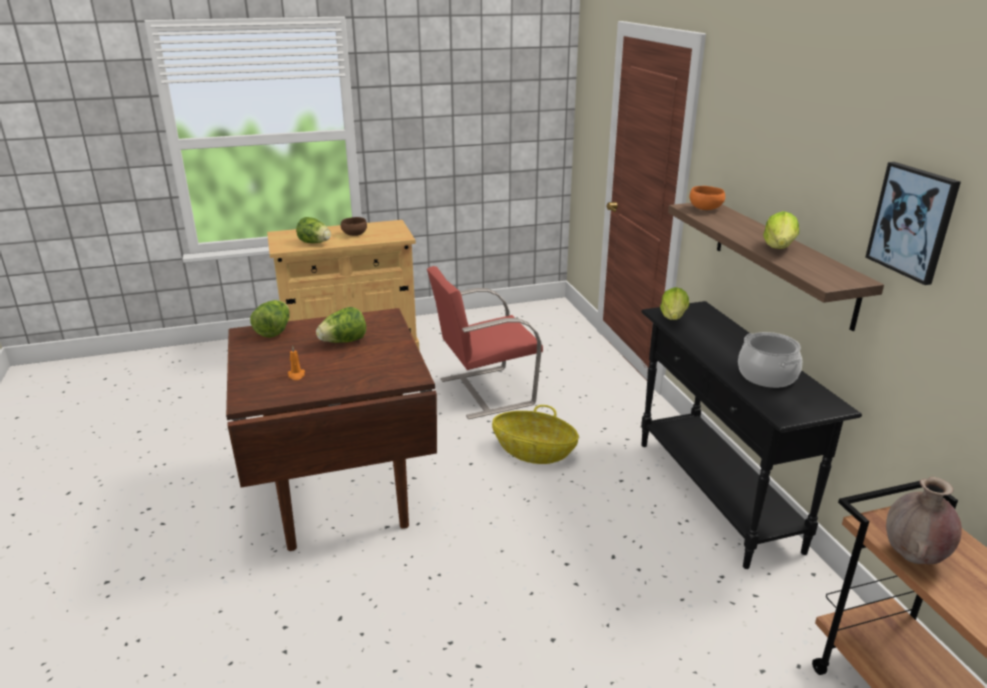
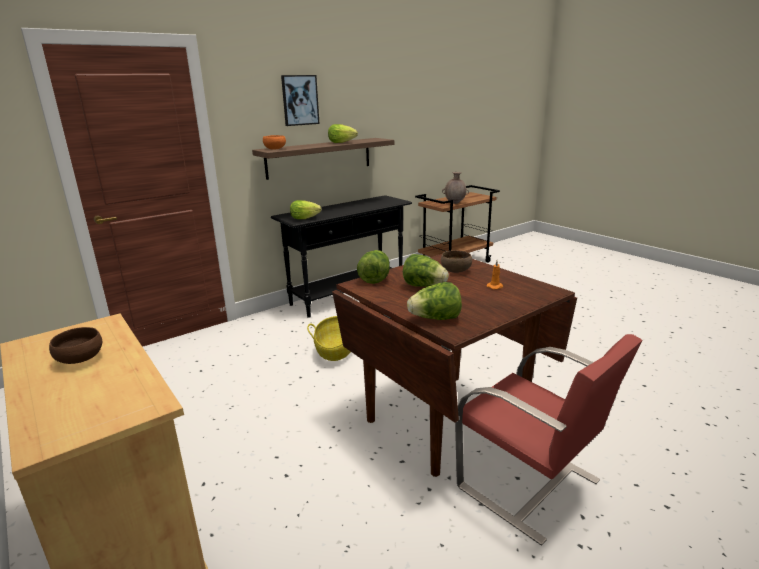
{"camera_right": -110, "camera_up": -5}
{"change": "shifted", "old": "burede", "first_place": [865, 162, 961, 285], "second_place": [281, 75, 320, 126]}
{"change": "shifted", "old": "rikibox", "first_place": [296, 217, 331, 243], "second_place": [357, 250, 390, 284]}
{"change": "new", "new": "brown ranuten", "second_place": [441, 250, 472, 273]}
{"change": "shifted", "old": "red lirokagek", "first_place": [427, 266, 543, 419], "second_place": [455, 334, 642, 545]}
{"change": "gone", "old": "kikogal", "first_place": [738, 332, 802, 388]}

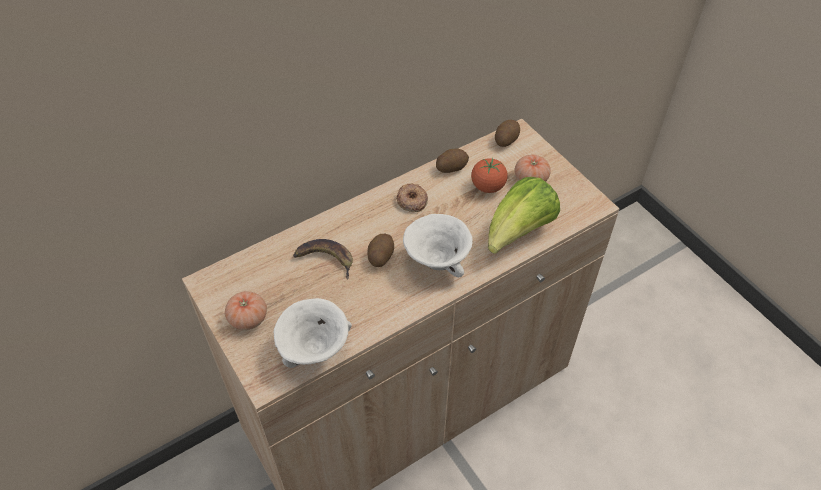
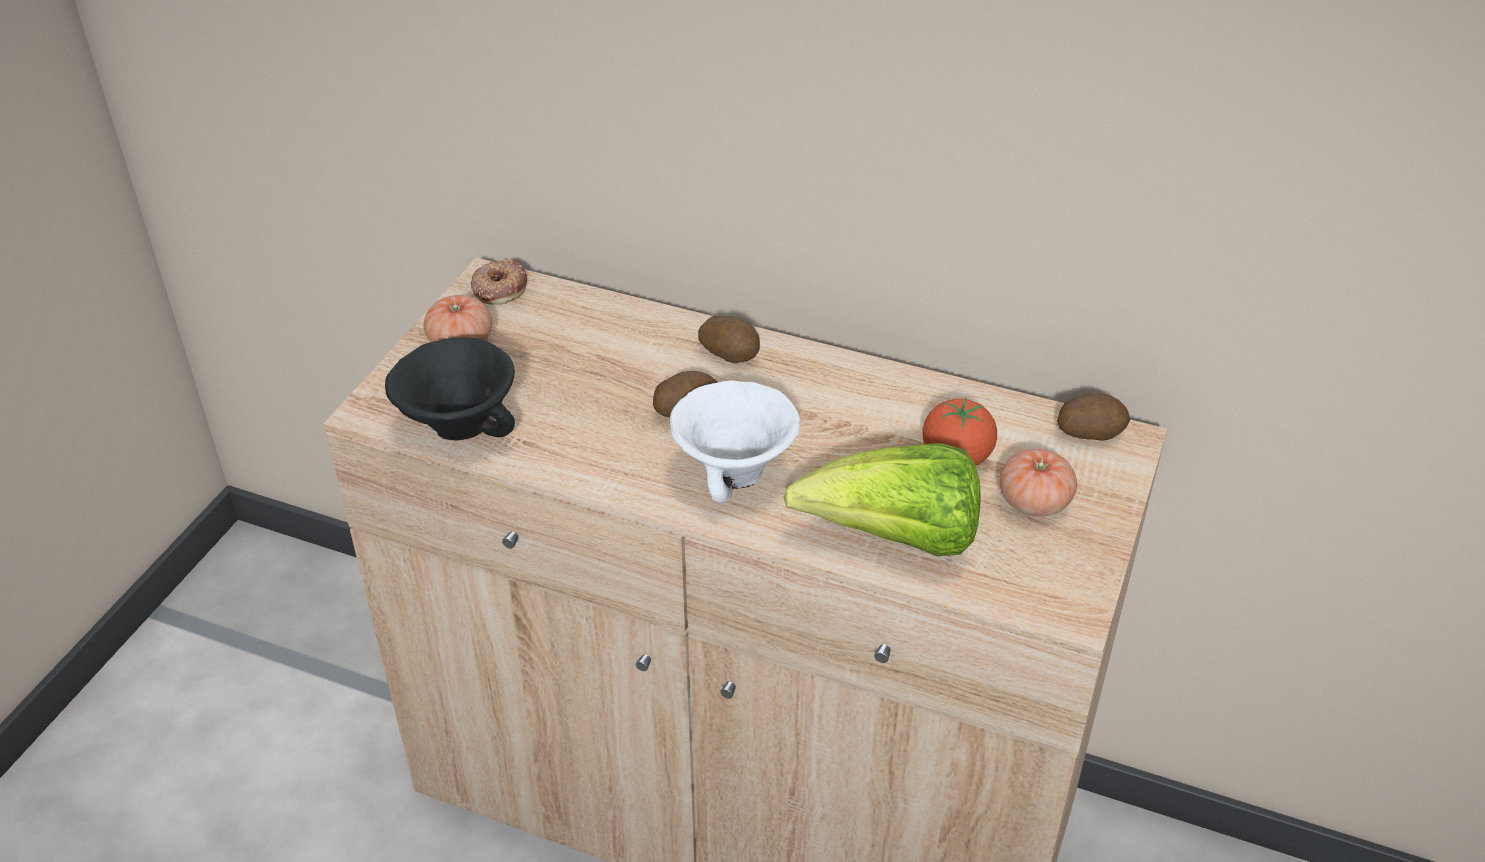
{"camera_right": 55, "camera_up": -10}
{"change": "repainted", "old": "white ranuten", "new": "black ranuten", "first_place": [273, 298, 352, 368], "second_place": [385, 337, 515, 440]}
{"change": "shifted", "old": "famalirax", "first_place": [396, 183, 428, 212], "second_place": [471, 260, 527, 305]}
{"change": "shifted", "old": "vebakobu", "first_place": [436, 148, 469, 173], "second_place": [698, 316, 760, 363]}
{"change": "gone", "old": "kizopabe", "first_place": [293, 239, 353, 279]}

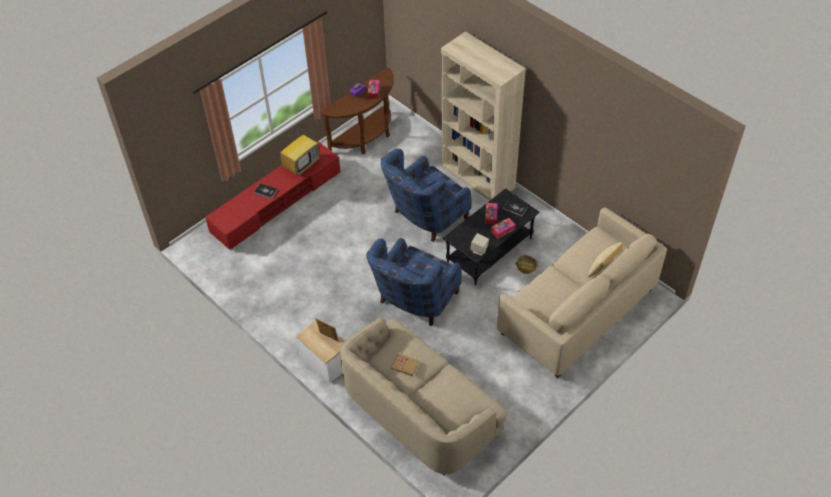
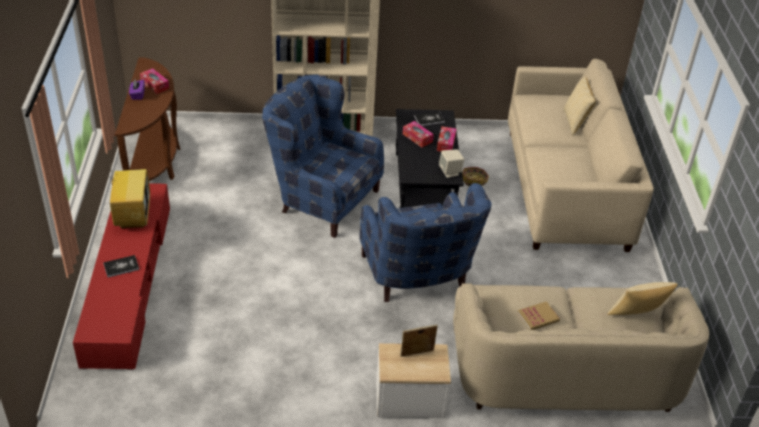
{"camera_right": -50, "camera_up": -10}
{"change": "rotated", "old": "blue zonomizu", "first_place": [381, 148, 472, 242], "second_place": [262, 74, 384, 238], "degrees": 120}
{"change": "new", "new": "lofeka", "second_place": [607, 282, 678, 315]}

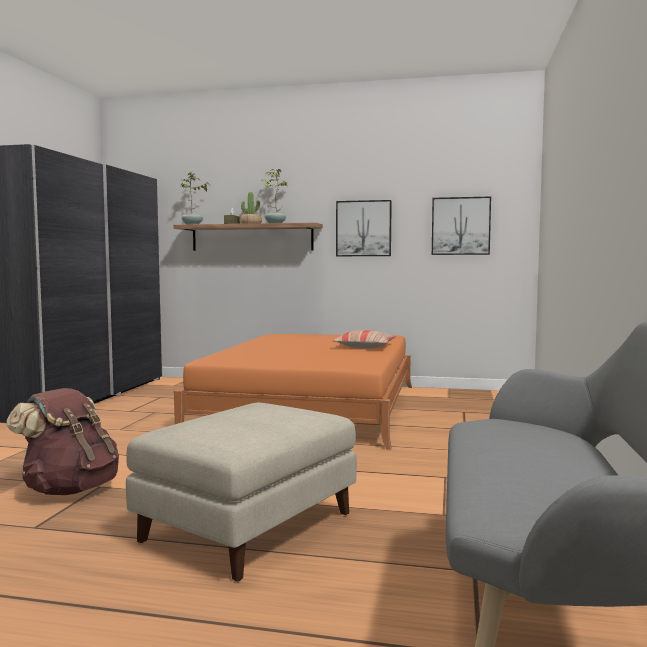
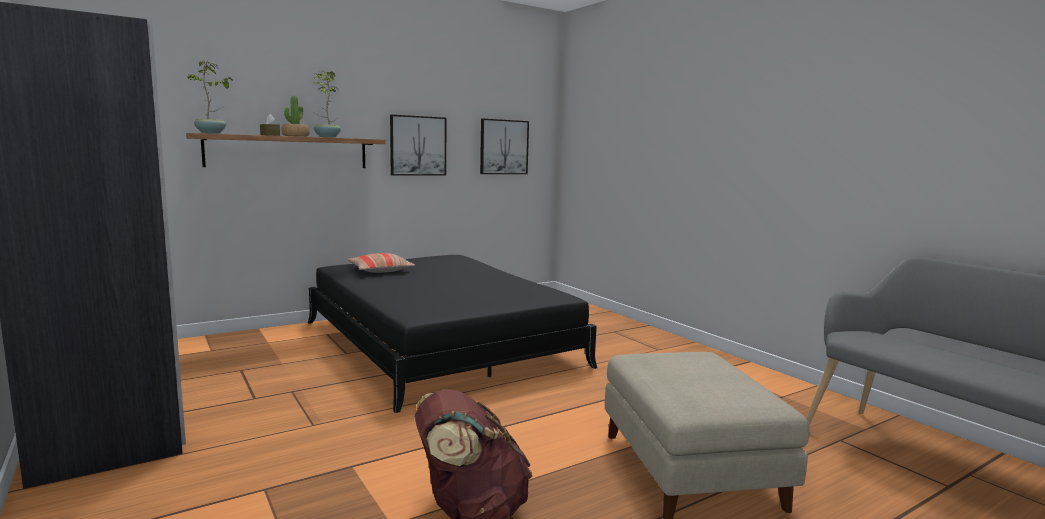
{"camera_right": -45, "camera_up": 5}
{"change": "repainted", "old": "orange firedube", "new": "black firedube", "first_place": [174, 334, 412, 450], "second_place": [308, 255, 598, 413]}
{"change": "shifted", "old": "lofeka", "first_place": [332, 330, 396, 348], "second_place": [347, 253, 415, 273]}

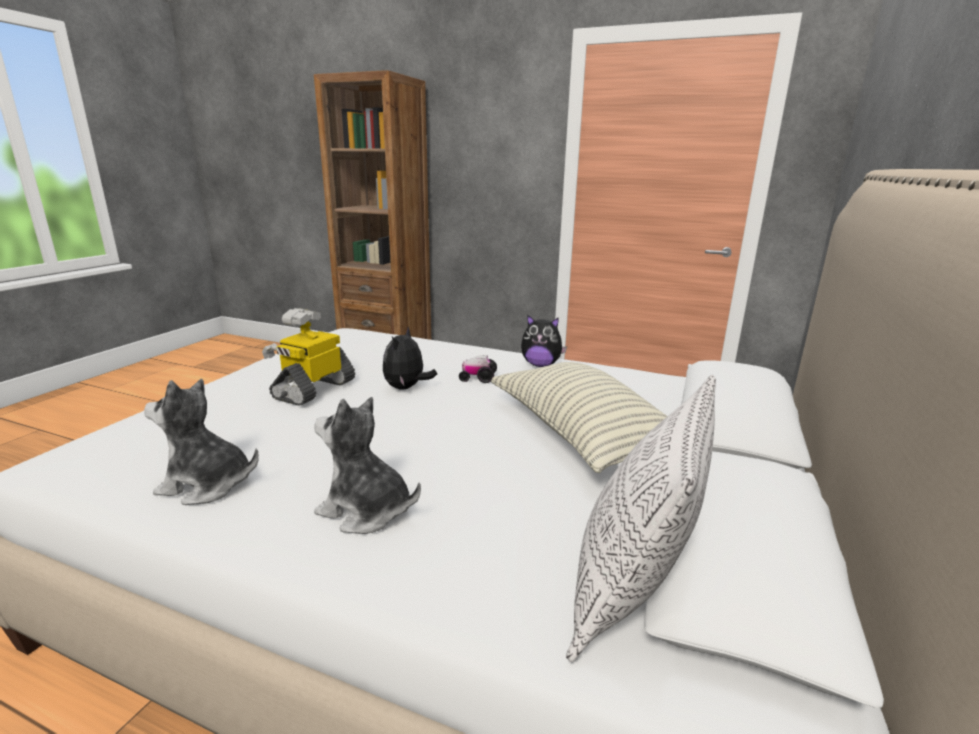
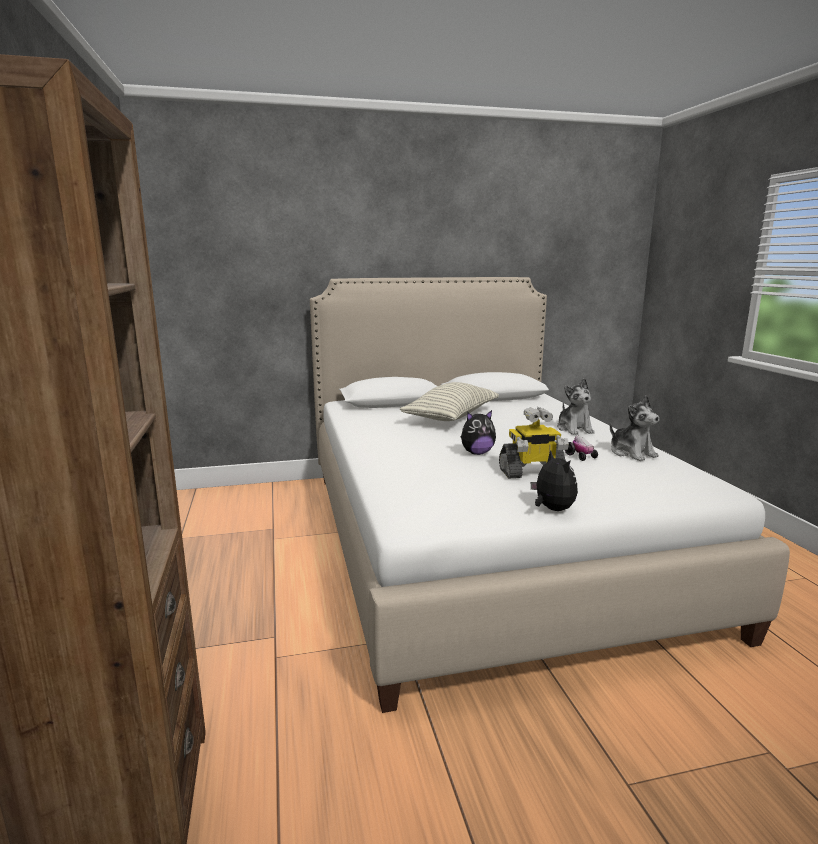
{"camera_right": -125, "camera_up": -5}
{"change": "shifted", "old": "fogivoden", "first_place": [521, 315, 567, 367], "second_place": [531, 450, 578, 511]}
{"change": "shifted", "old": "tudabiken", "first_place": [459, 355, 497, 383], "second_place": [565, 435, 598, 461]}
{"change": "gone", "old": "lofeka", "first_place": [566, 375, 716, 662]}

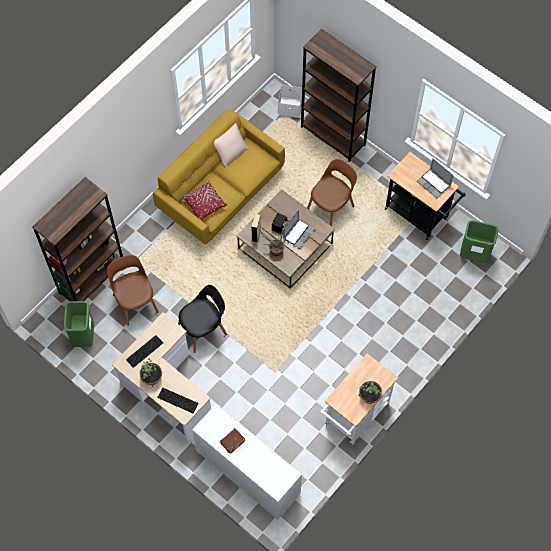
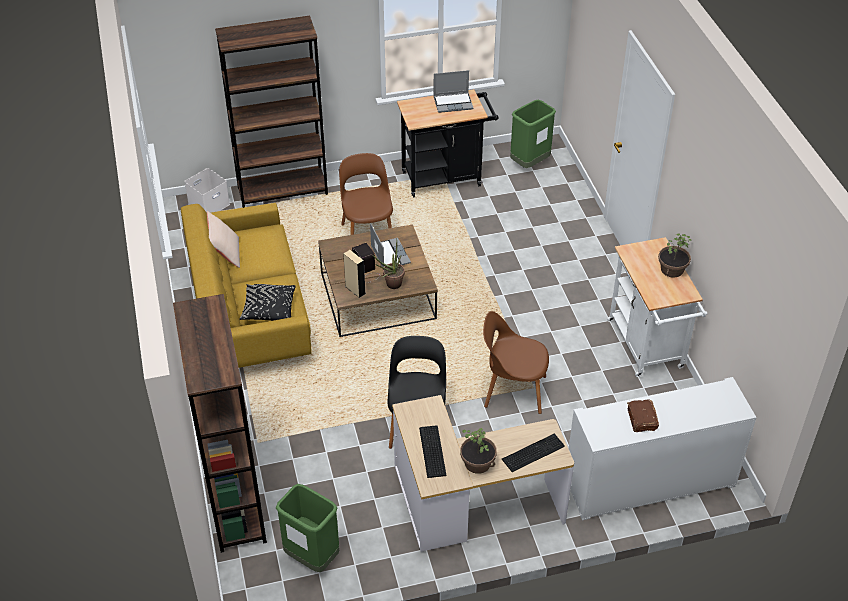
{"camera_right": -55, "camera_up": -20}
{"change": "repainted", "old": "red lofeka", "new": "black lofeka", "first_place": [181, 181, 227, 220], "second_place": [239, 284, 295, 321]}
{"change": "shifted", "old": "brown lirokagek", "first_place": [107, 255, 159, 326], "second_place": [483, 311, 549, 414]}

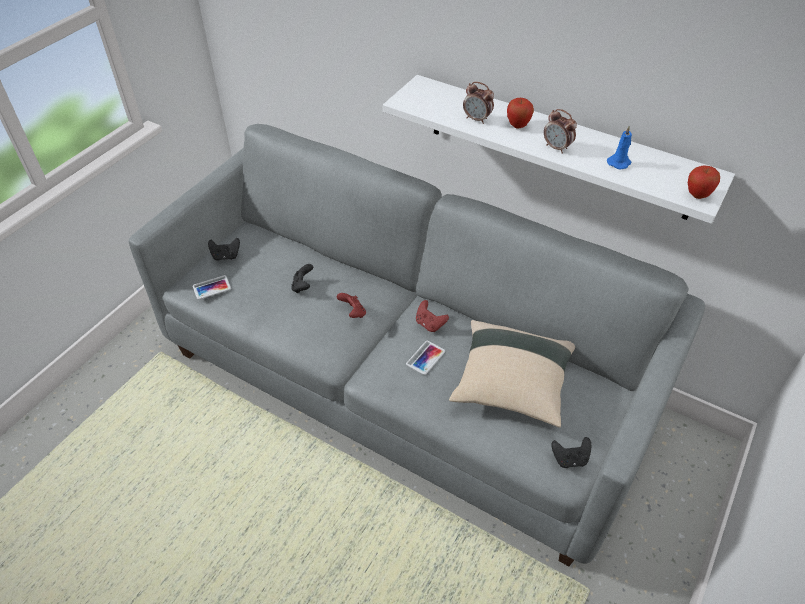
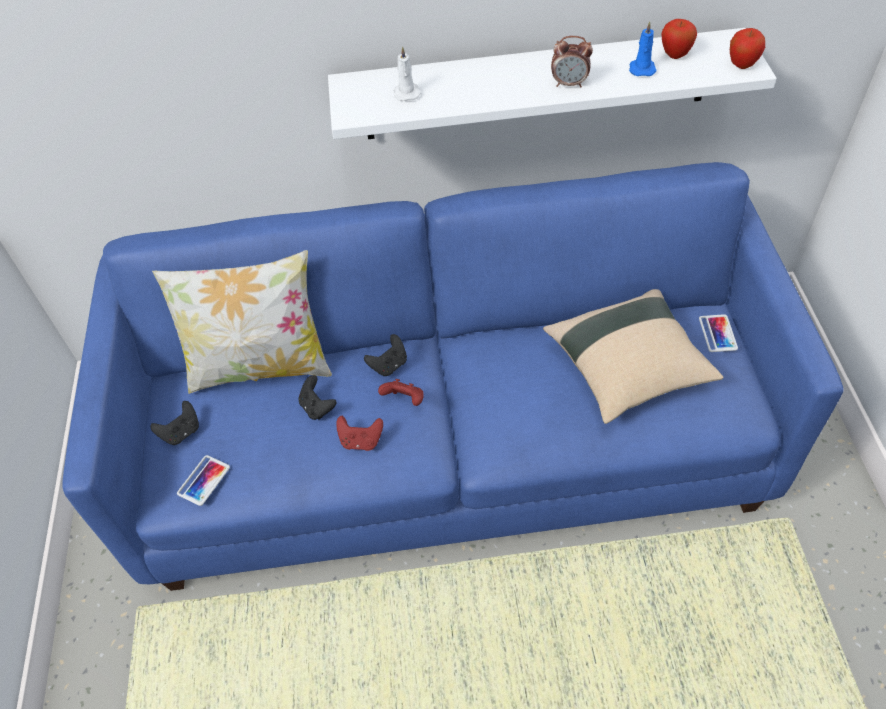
{"camera_right": -35, "camera_up": 5}
{"change": "repainted", "old": "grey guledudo", "new": "blue guledudo", "first_place": [129, 124, 705, 566], "second_place": [62, 162, 844, 591]}
{"change": "new", "new": "lofeka", "second_place": [152, 250, 332, 394]}
{"change": "shifted", "old": "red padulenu", "first_place": [416, 300, 449, 332], "second_place": [336, 416, 383, 451]}
{"change": "shifted", "old": "black padulenu", "first_place": [551, 437, 591, 468], "second_place": [364, 334, 407, 376]}
{"change": "new", "new": "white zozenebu", "second_place": [394, 46, 421, 101]}
{"change": "shifted", "old": "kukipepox", "first_place": [507, 98, 534, 129], "second_place": [661, 19, 697, 59]}
{"change": "shifted", "old": "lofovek", "first_place": [406, 341, 445, 375], "second_place": [699, 314, 738, 352]}
{"change": "gone", "old": "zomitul", "first_place": [463, 82, 494, 124]}

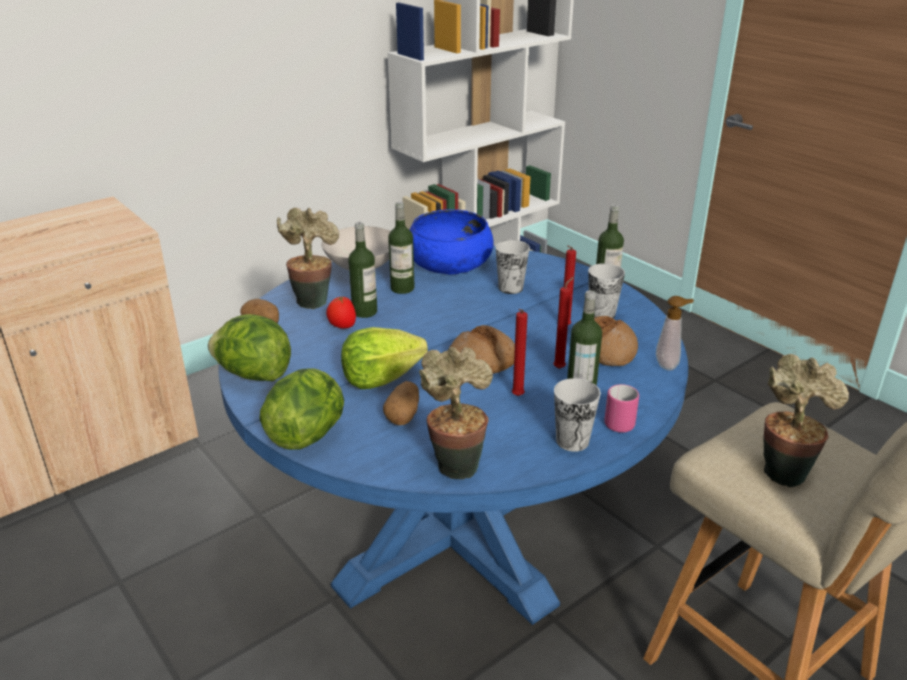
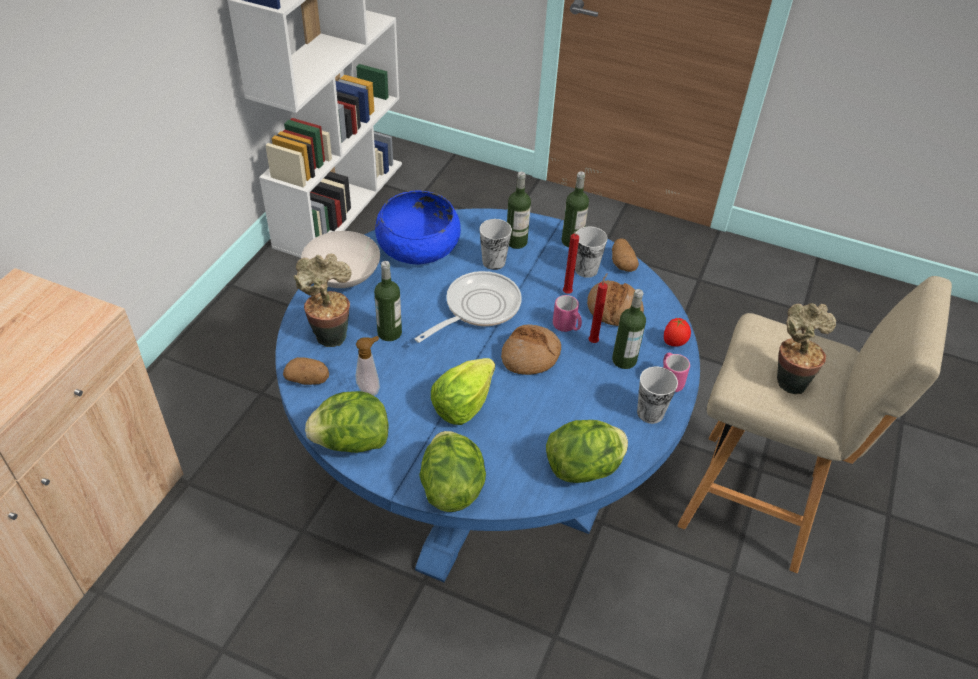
{"camera_right": -30, "camera_up": 15}
{"change": "shifted", "old": "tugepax", "first_place": [656, 296, 694, 371], "second_place": [355, 336, 380, 396]}
{"change": "new", "new": "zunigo", "second_place": [415, 271, 522, 343]}
{"change": "shifted", "old": "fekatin", "first_place": [388, 202, 415, 294], "second_place": [507, 172, 531, 249]}
{"change": "swapped", "old": "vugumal", "new": "rikibox", "first_place": [419, 347, 493, 479], "second_place": [546, 420, 628, 483]}
{"change": "new", "new": "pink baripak", "second_place": [553, 295, 582, 332]}
{"change": "shifted", "old": "vebakobu", "first_place": [383, 381, 419, 425], "second_place": [612, 238, 639, 272]}
{"change": "shifted", "old": "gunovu", "first_place": [326, 296, 356, 328], "second_place": [664, 318, 691, 347]}
{"change": "gone", "old": "red zozenebu", "first_place": [512, 309, 528, 396]}

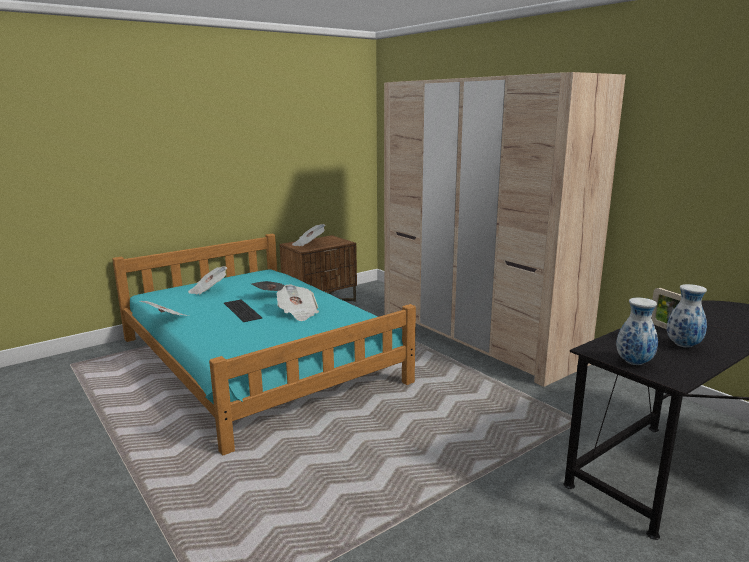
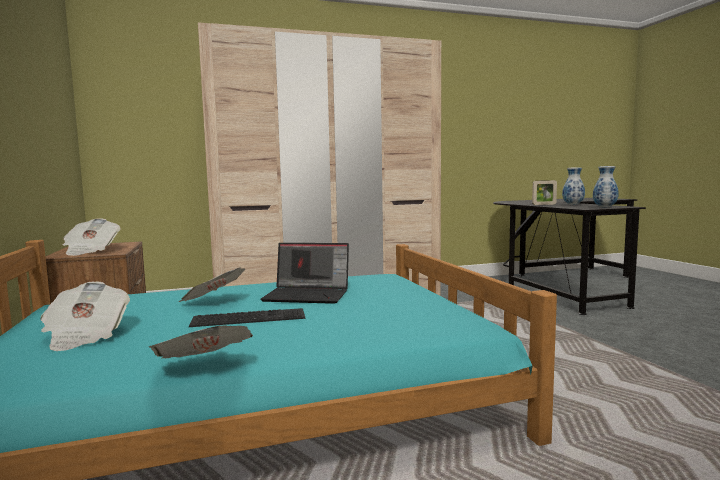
{"camera_right": -70, "camera_up": -10}
{"change": "swapped", "old": "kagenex", "new": "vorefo", "first_place": [276, 285, 319, 321], "second_place": [260, 243, 349, 304]}

